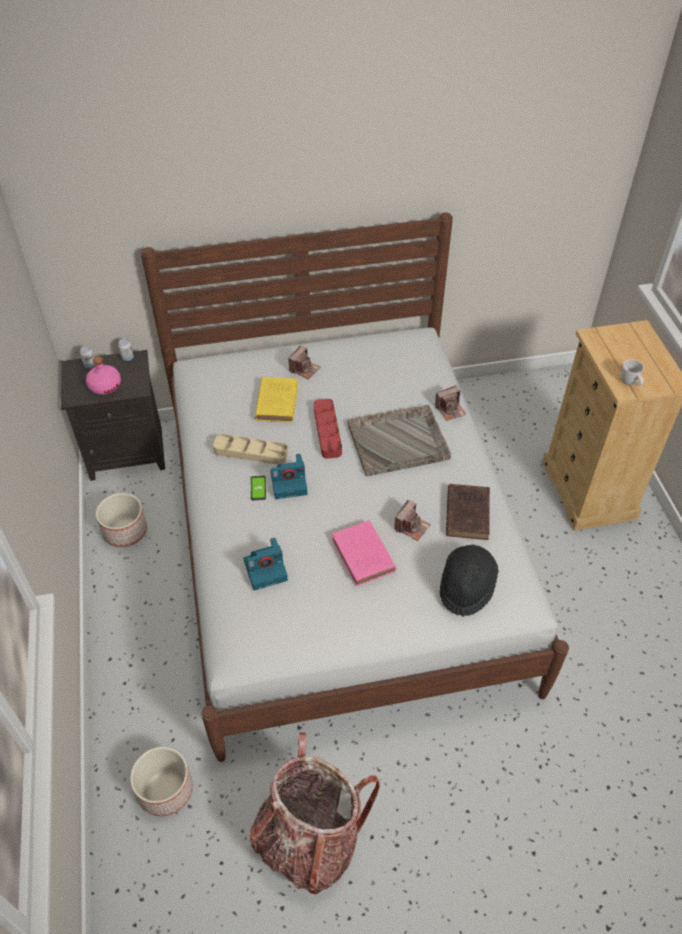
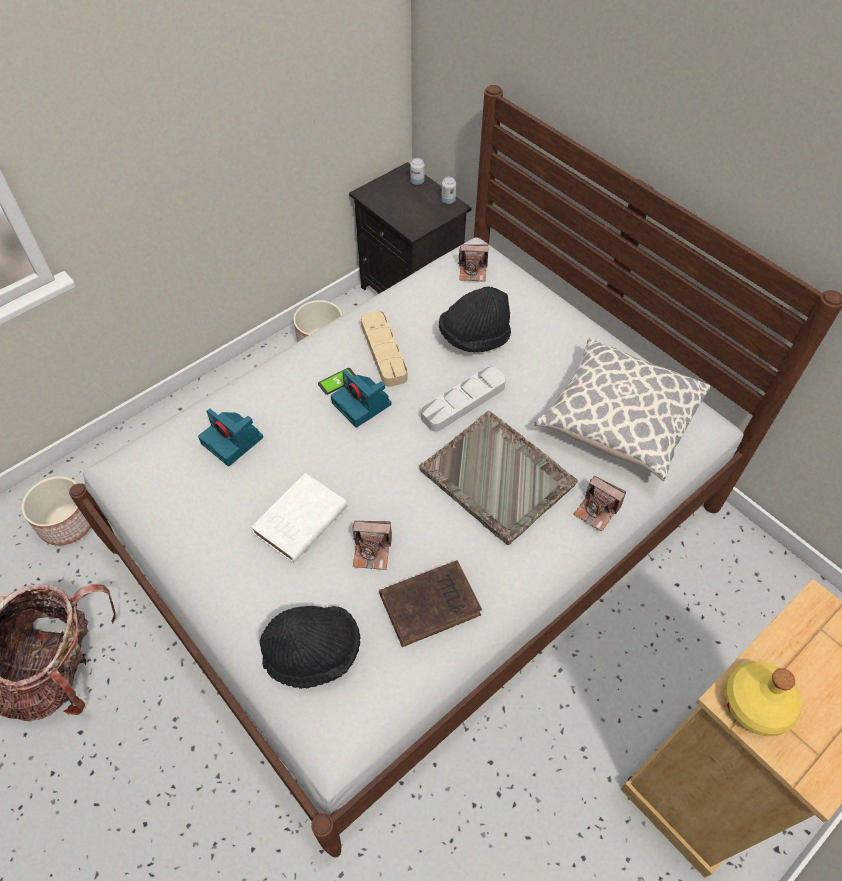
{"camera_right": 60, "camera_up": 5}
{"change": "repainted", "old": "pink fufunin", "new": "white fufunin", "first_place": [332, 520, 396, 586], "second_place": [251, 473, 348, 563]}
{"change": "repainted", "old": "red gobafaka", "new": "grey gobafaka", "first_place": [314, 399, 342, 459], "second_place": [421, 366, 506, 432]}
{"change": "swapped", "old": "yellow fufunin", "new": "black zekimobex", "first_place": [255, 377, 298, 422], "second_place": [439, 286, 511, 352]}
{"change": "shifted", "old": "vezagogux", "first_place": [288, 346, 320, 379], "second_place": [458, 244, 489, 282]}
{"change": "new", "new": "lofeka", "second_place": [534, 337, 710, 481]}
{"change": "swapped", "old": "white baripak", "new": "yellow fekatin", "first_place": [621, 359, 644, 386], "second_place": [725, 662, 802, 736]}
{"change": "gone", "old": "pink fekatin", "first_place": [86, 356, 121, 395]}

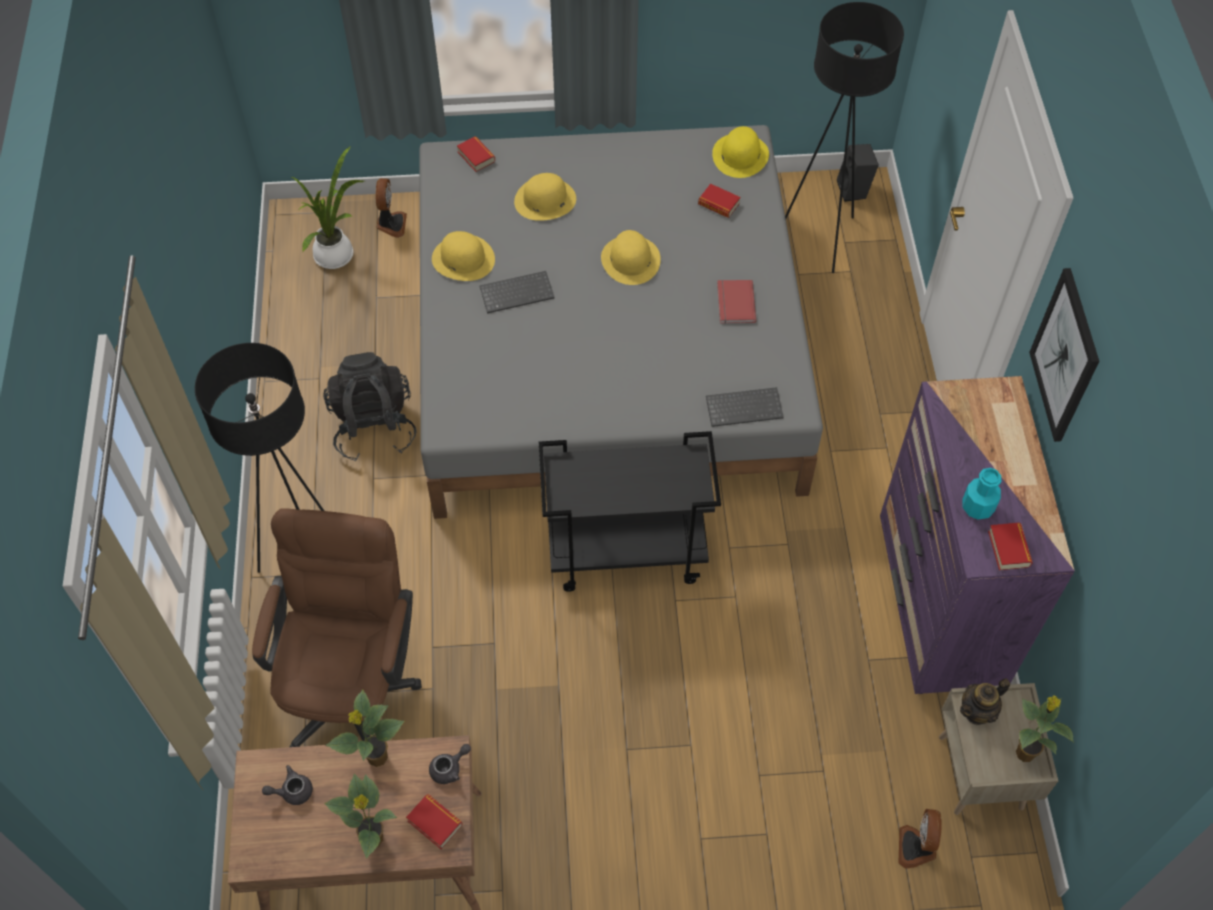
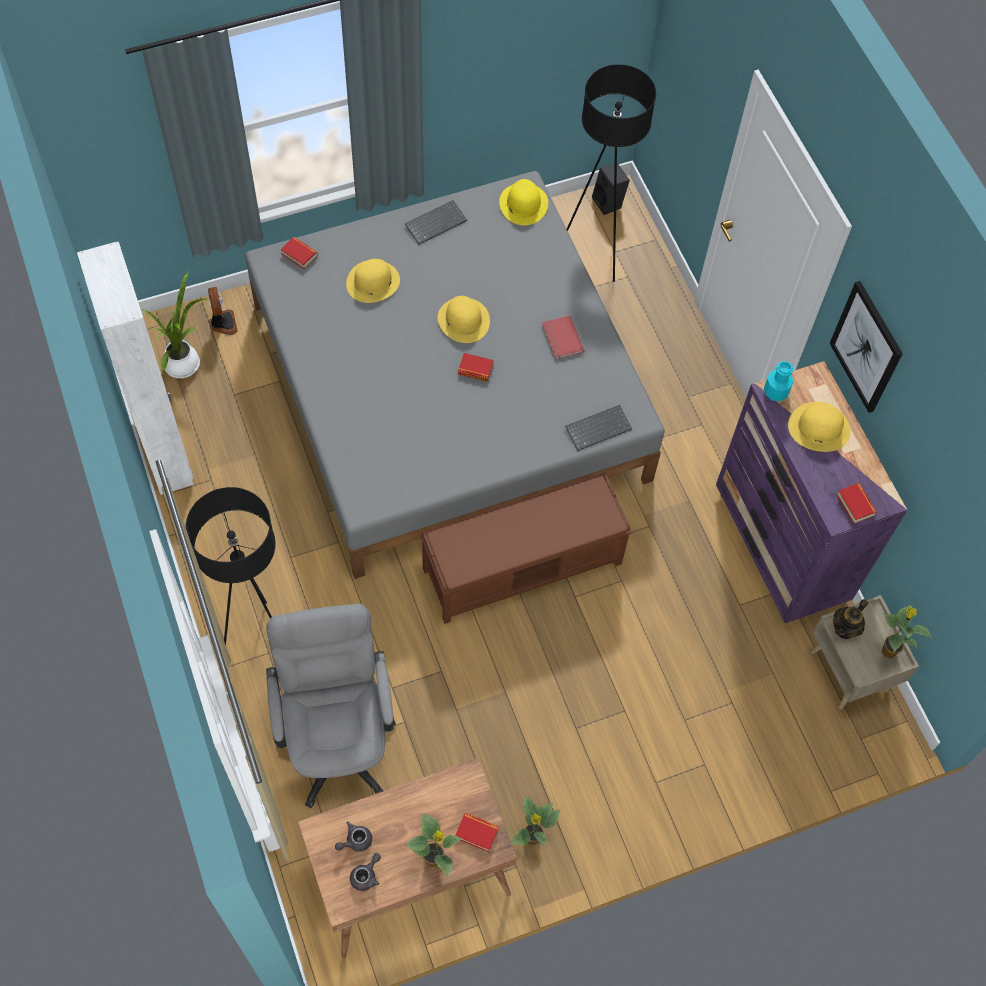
{"camera_right": -20, "camera_up": 5}
{"change": "new", "new": "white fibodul", "second_place": [77, 242, 194, 495]}
{"change": "repainted", "old": "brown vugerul", "new": "grey vugerul", "first_place": [252, 508, 422, 747], "second_place": [266, 604, 396, 809]}
{"change": "shifted", "old": "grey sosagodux", "first_place": [429, 744, 471, 784], "second_place": [350, 853, 381, 891]}
{"change": "shifted", "old": "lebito", "first_place": [479, 271, 555, 313], "second_place": [405, 200, 467, 244]}
{"change": "swapped", "old": "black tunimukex", "new": "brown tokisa", "first_place": [539, 431, 721, 592], "second_place": [420, 472, 632, 624]}
{"change": "shifted", "old": "fufunin", "first_place": [698, 184, 740, 218], "second_place": [458, 353, 494, 382]}
{"change": "shifted", "old": "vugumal", "first_place": [326, 689, 405, 767], "second_place": [511, 796, 561, 846]}
{"change": "shifted", "old": "turquoise fekatin", "first_place": [962, 468, 1001, 519], "second_place": [764, 361, 794, 401]}
{"change": "shifted", "old": "yellow zekimobex", "first_place": [432, 231, 495, 281], "second_place": [788, 402, 851, 452]}
{"change": "gone", "old": "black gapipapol", "first_place": [323, 352, 416, 461]}
{"change": "gone", "old": "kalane", "first_place": [898, 809, 942, 869]}

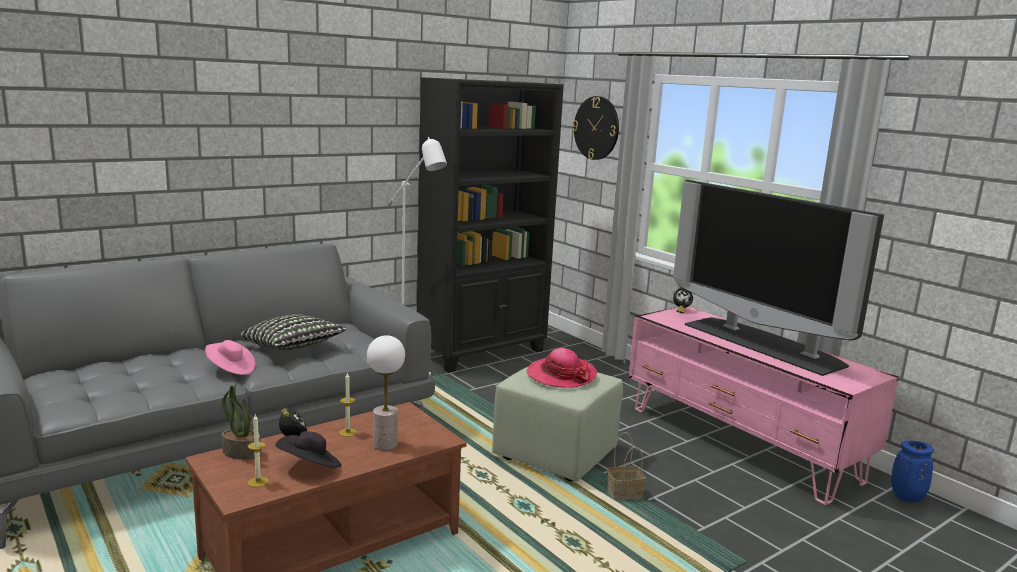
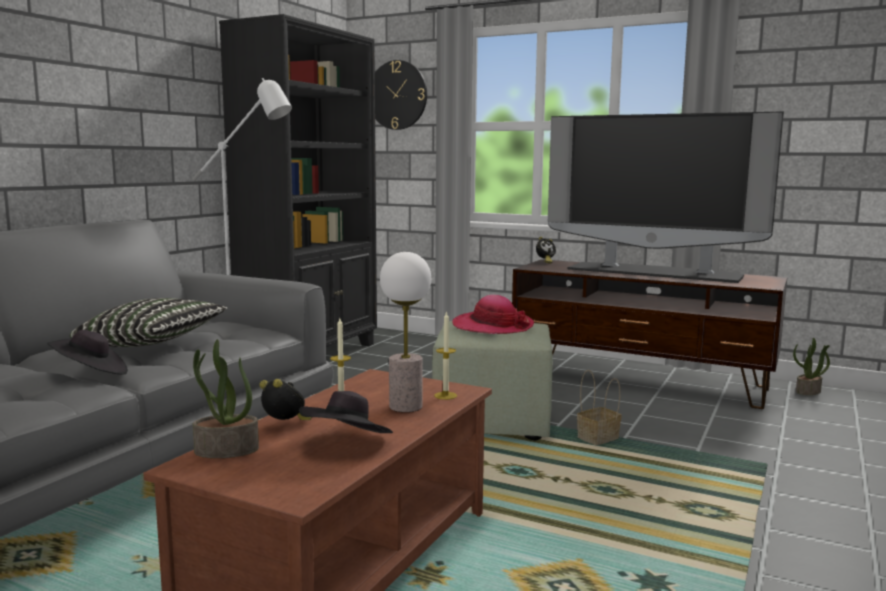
{"camera_right": -25, "camera_up": -5}
{"change": "repainted", "old": "pink zekimobex", "new": "black zekimobex", "first_place": [205, 340, 255, 375], "second_place": [47, 330, 128, 375]}
{"change": "shifted", "old": "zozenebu", "first_place": [248, 415, 269, 487], "second_place": [434, 311, 457, 400]}
{"change": "repainted", "old": "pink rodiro", "new": "brown rodiro", "first_place": [629, 306, 899, 505], "second_place": [512, 259, 787, 409]}
{"change": "swapped", "old": "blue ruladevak", "new": "vugumal", "first_place": [891, 441, 934, 502], "second_place": [793, 338, 830, 395]}

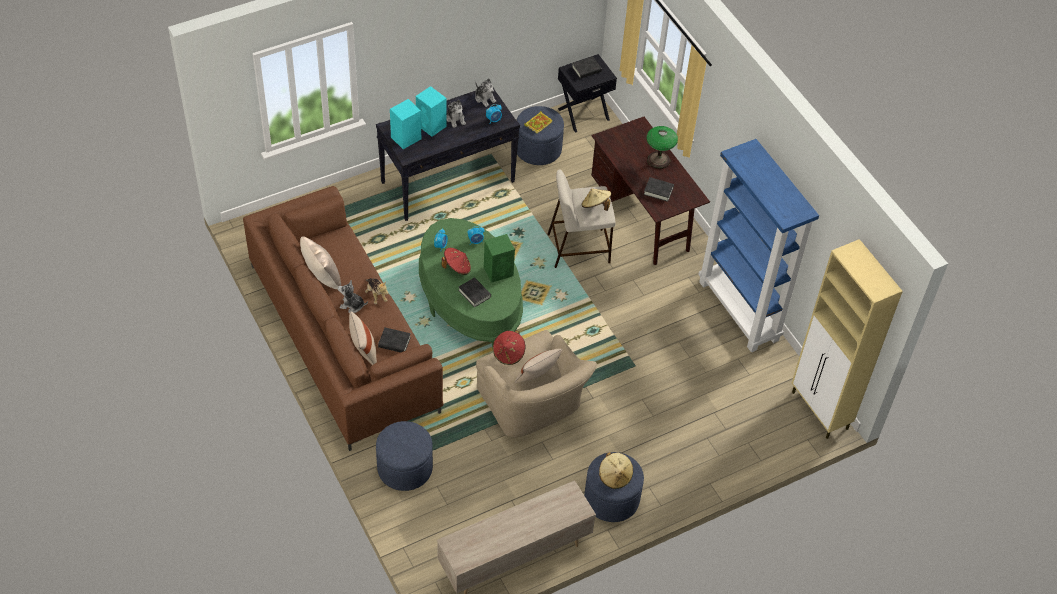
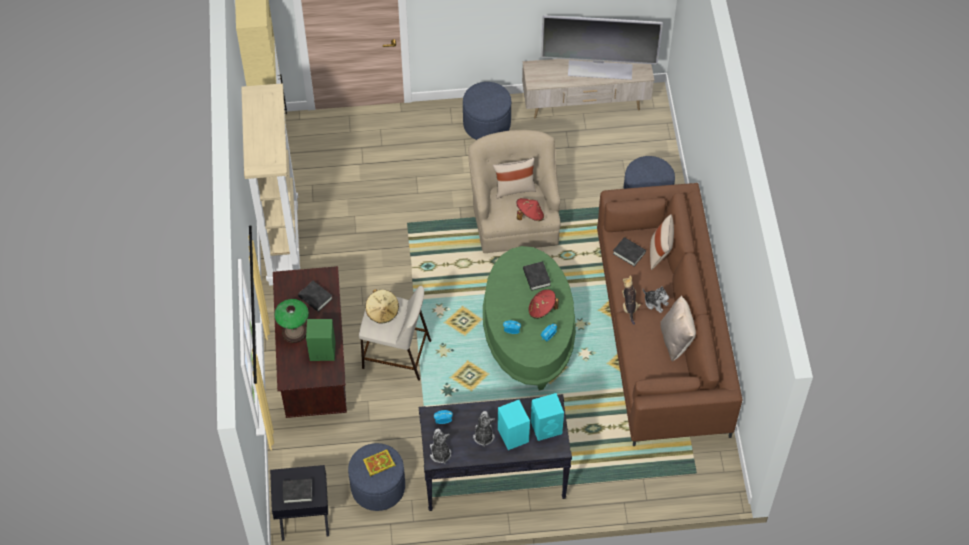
{"camera_right": -155, "camera_up": 5}
{"change": "repainted", "old": "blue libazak", "new": "beige libazak", "first_place": [698, 139, 819, 352], "second_place": [241, 83, 300, 286]}
{"change": "shifted", "old": "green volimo", "first_place": [484, 234, 515, 283], "second_place": [306, 319, 335, 361]}
{"change": "new", "new": "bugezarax", "second_place": [541, 15, 663, 80]}
{"change": "gone", "old": "beige zekimobex", "first_place": [599, 452, 633, 489]}

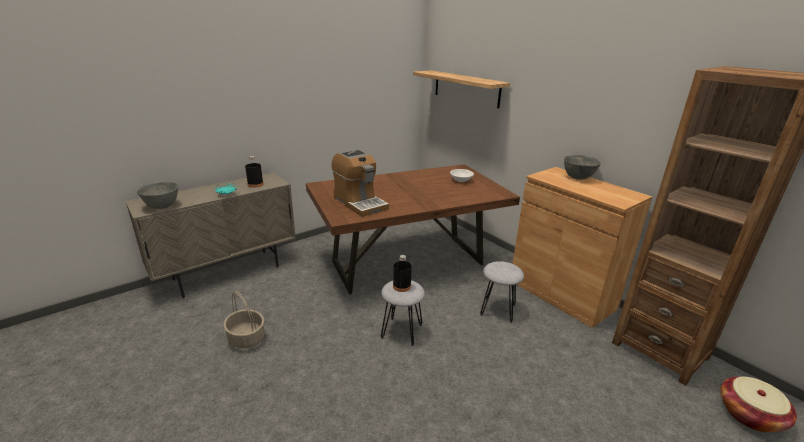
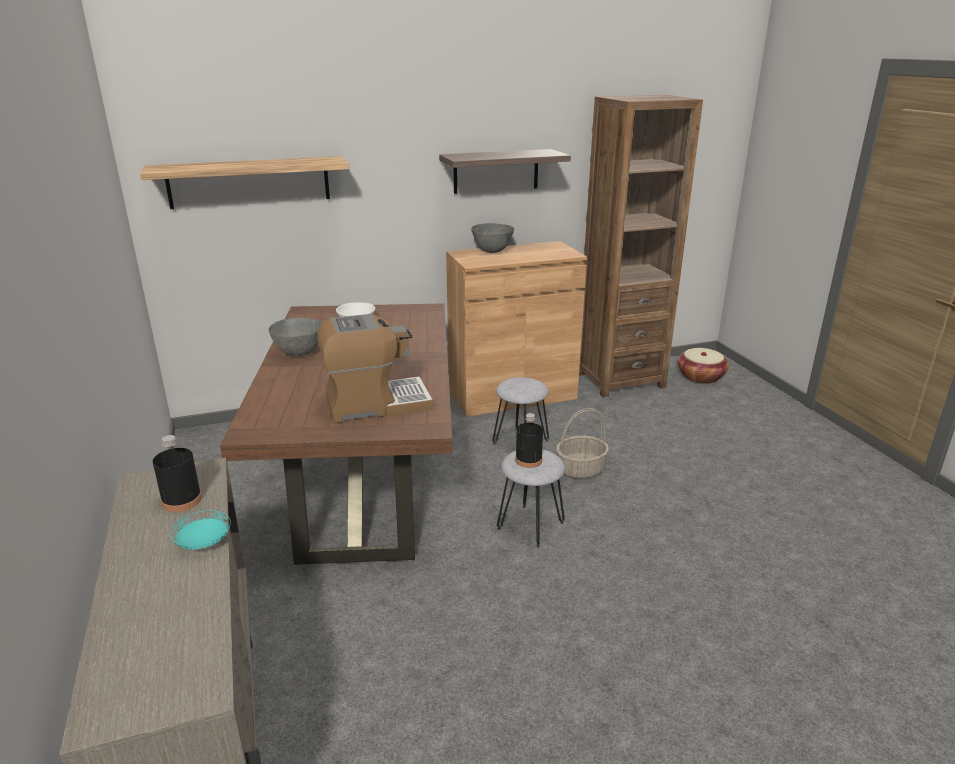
{"camera_right": -70, "camera_up": 0}
{"change": "shifted", "old": "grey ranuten", "first_place": [137, 182, 178, 209], "second_place": [268, 317, 322, 356]}
{"change": "new", "new": "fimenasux", "second_place": [439, 149, 571, 194]}
{"change": "shifted", "old": "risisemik", "first_place": [224, 291, 265, 348], "second_place": [556, 408, 609, 479]}

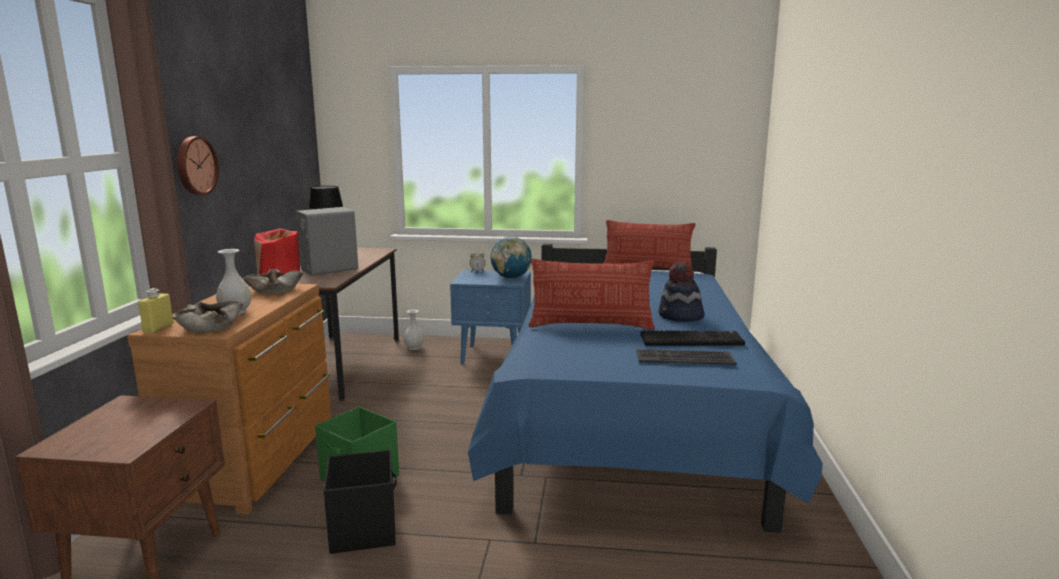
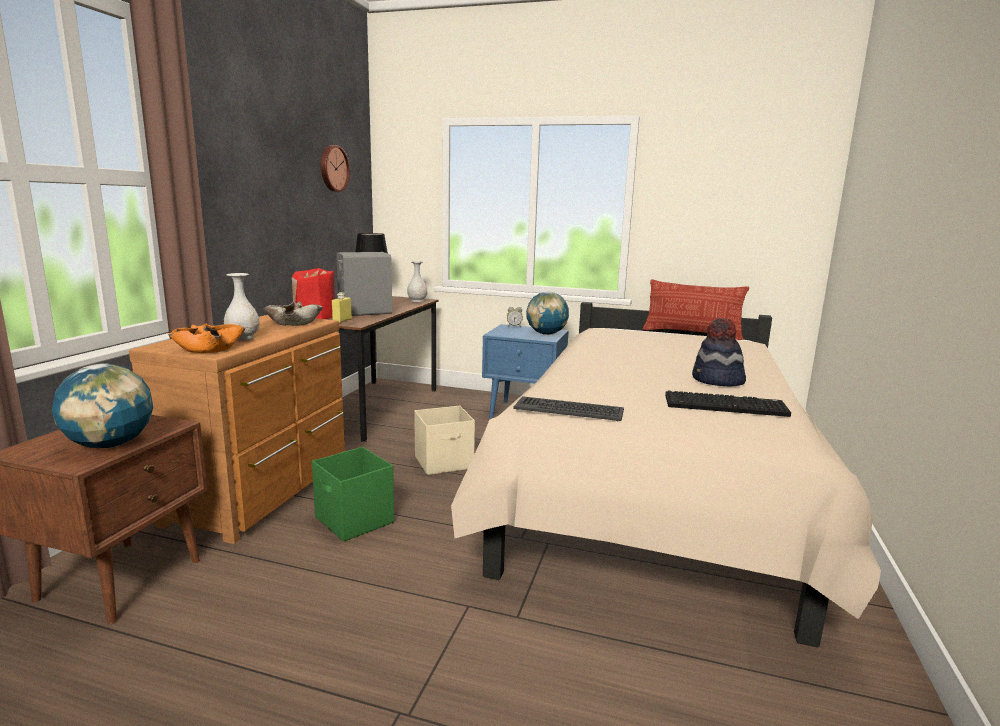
{"camera_right": 10, "camera_up": 0}
{"change": "new", "new": "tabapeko", "second_place": [52, 364, 153, 448]}
{"change": "repainted", "old": "beige ranuten", "new": "orange ranuten", "first_place": [172, 301, 243, 333], "second_place": [168, 323, 245, 353]}
{"change": "shifted", "old": "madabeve", "first_place": [177, 136, 219, 195], "second_place": [321, 145, 350, 192]}
{"change": "shifted", "old": "yellow fekatin", "first_place": [138, 288, 174, 333], "second_place": [332, 292, 352, 323]}
{"change": "shifted", "old": "white ruladevak", "first_place": [404, 310, 424, 350], "second_place": [407, 261, 427, 302]}
{"change": "new", "new": "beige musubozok", "second_place": [414, 405, 475, 475]}
{"change": "repainted", "old": "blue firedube", "new": "beige firedube", "first_place": [468, 244, 823, 533], "second_place": [451, 302, 881, 647]}
{"change": "shifted", "old": "lebito", "first_place": [636, 349, 737, 365], "second_place": [513, 396, 624, 421]}
{"change": "gone", "old": "black musubozok", "first_place": [324, 450, 397, 554]}
{"change": "gone", "old": "lofeka", "first_place": [529, 259, 655, 329]}

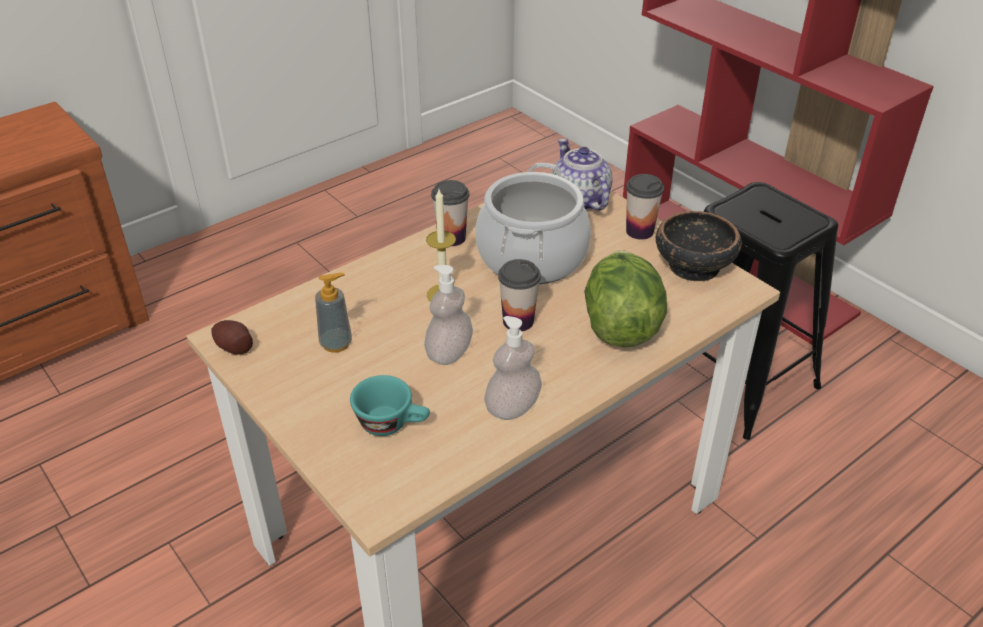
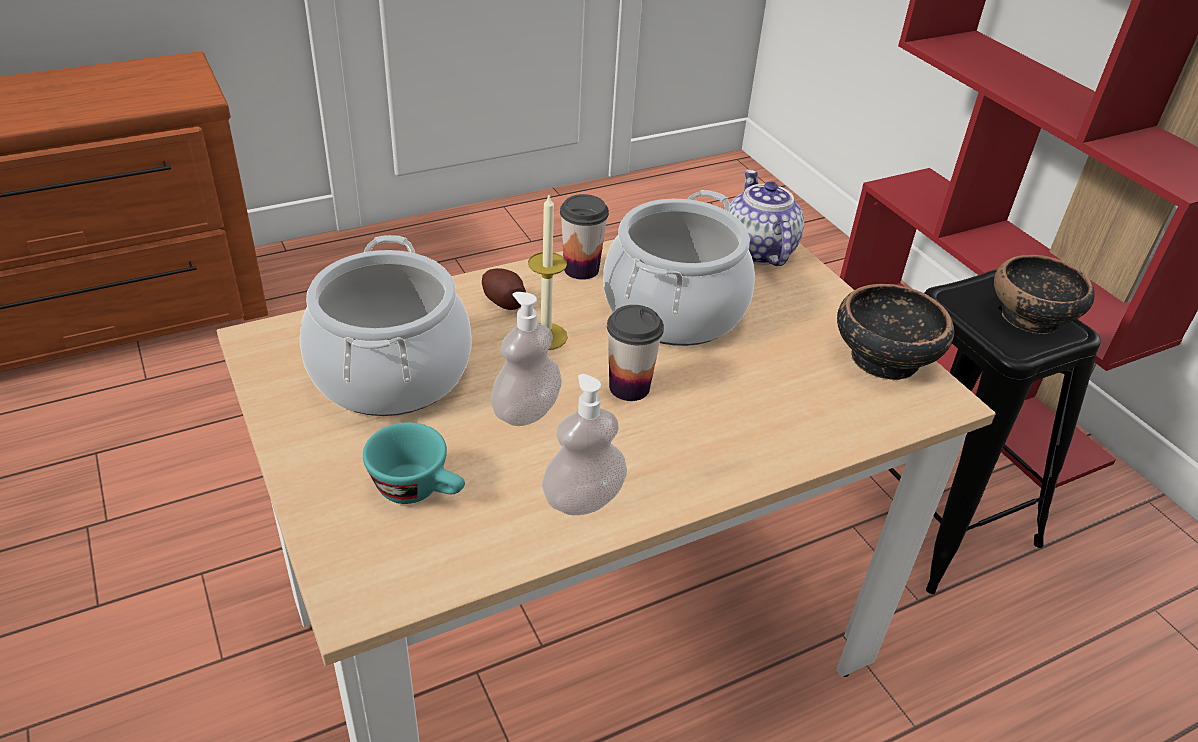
{"camera_right": 10, "camera_up": 0}
{"change": "swapped", "old": "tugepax", "new": "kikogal", "first_place": [315, 273, 352, 353], "second_place": [300, 235, 471, 416]}
{"change": "shifted", "old": "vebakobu", "first_place": [211, 320, 253, 355], "second_place": [482, 268, 526, 310]}
{"change": "new", "new": "ranuten", "second_place": [994, 255, 1094, 334]}
{"change": "gone", "old": "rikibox", "first_place": [584, 250, 667, 348]}
{"change": "gone", "old": "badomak", "first_place": [626, 174, 664, 240]}

